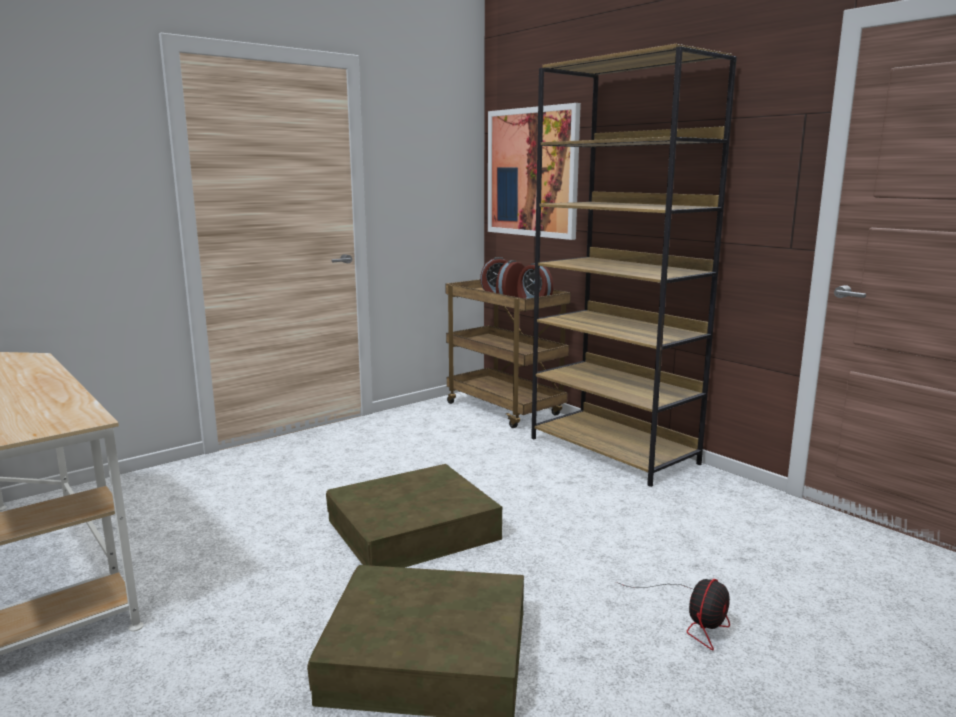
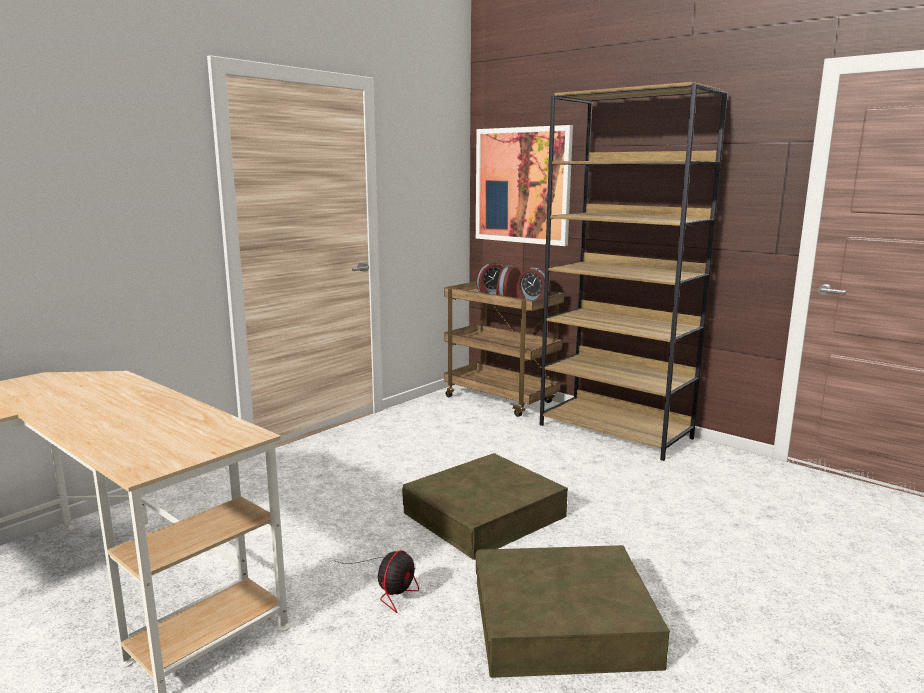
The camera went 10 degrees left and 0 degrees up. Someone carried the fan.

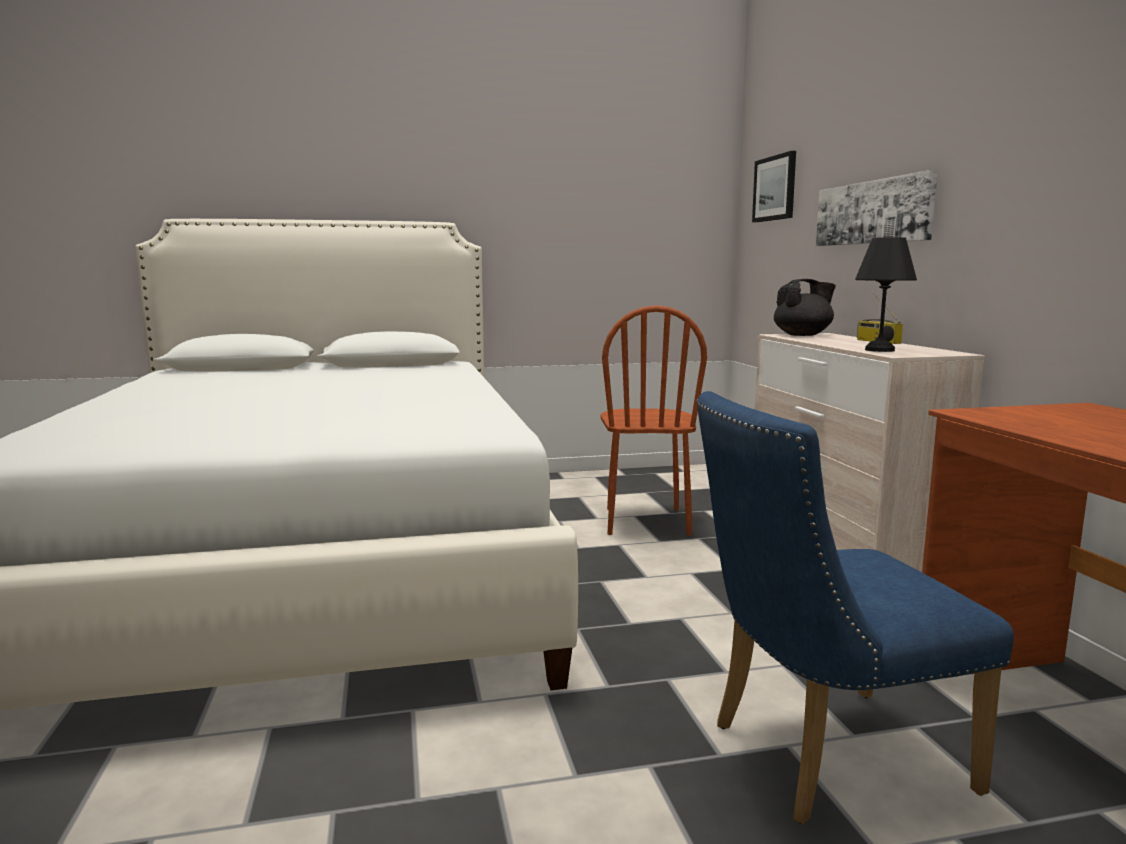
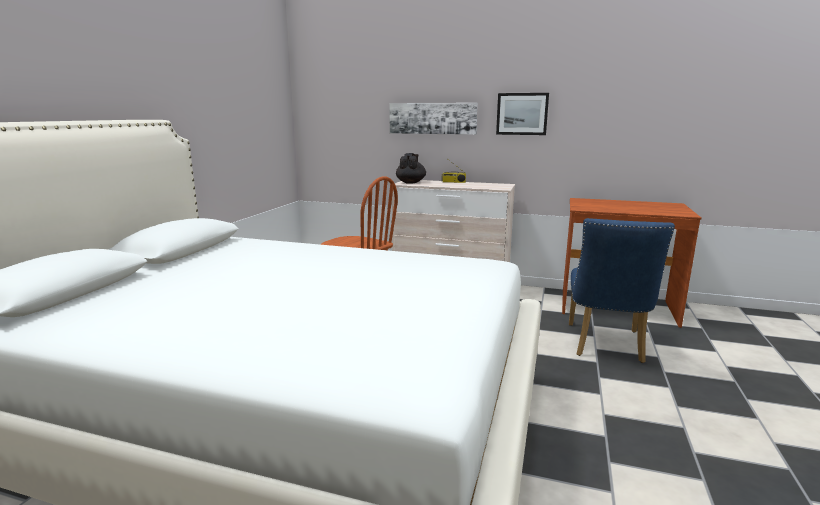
The camera went 60 degrees left and 5 degrees up. Someone carried the picture (1st from left in the first image). Someone took away the black table lamp.

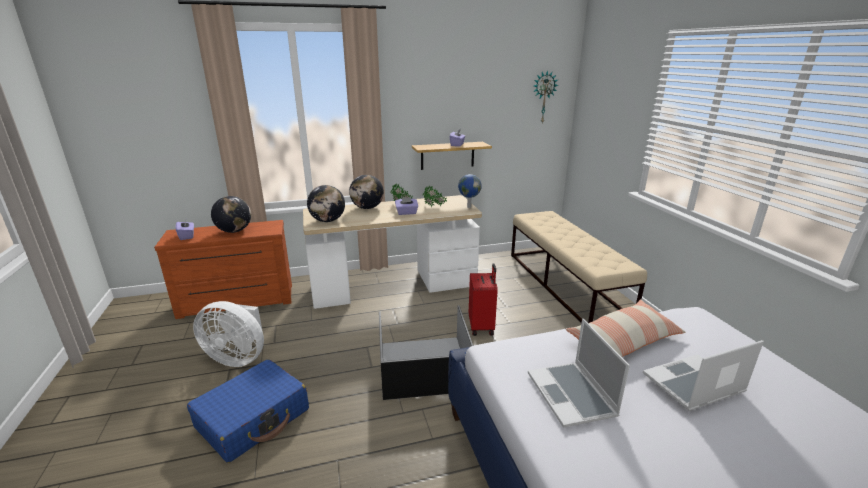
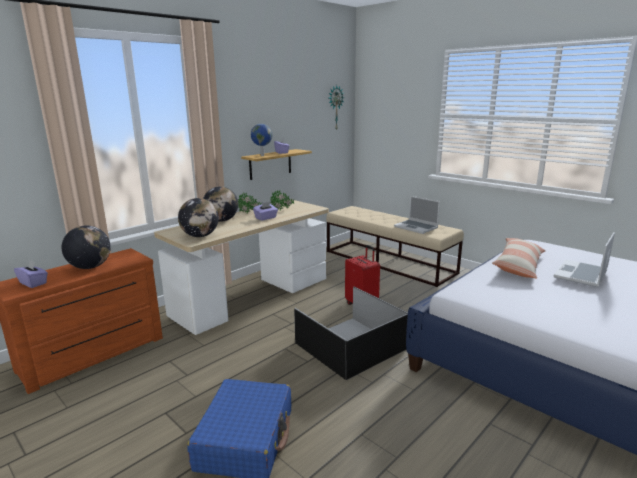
The camera went 30 degrees left and 5 degrees down. Someone carried the globe (4th from left). Someone took away the white fan. Someone carried the laptop (1st from left).

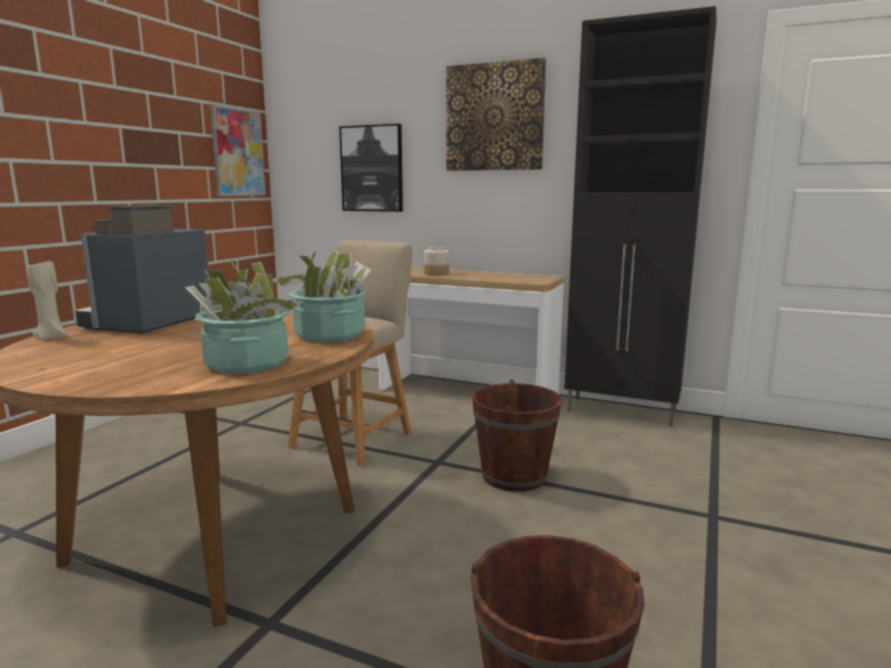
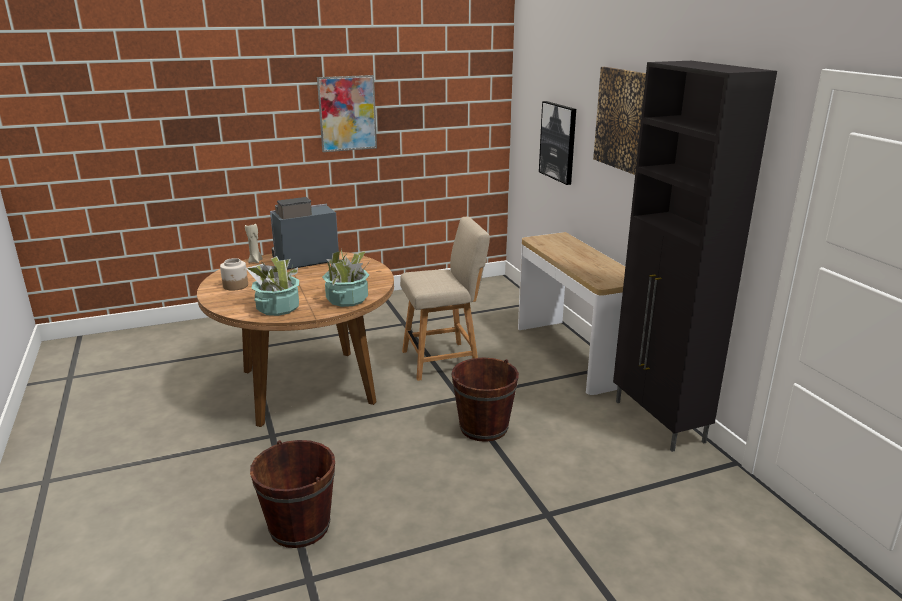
The camera went 45 degrees right and 10 degrees up. Someone carried the picture (1st from left). Someone carried the jar.

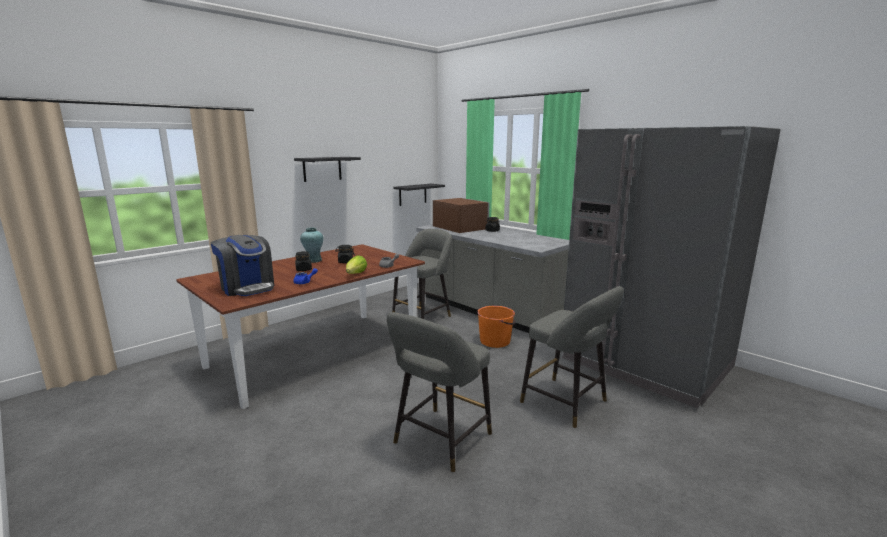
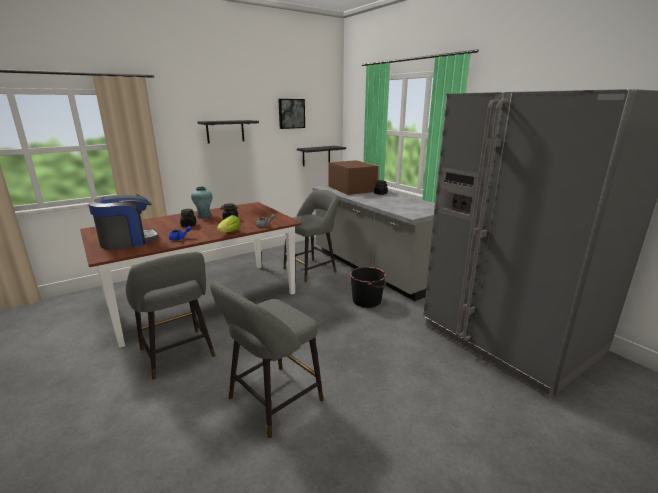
The camera went 10 degrees right and 5 degrees up. Someone rotated the coffee machine by 90 degrees counterclockwise. Someone carried the grey stool (3rd from left in the first image). Someone repainted the orange bucket, which became the black bucket. Someone put up the picture.

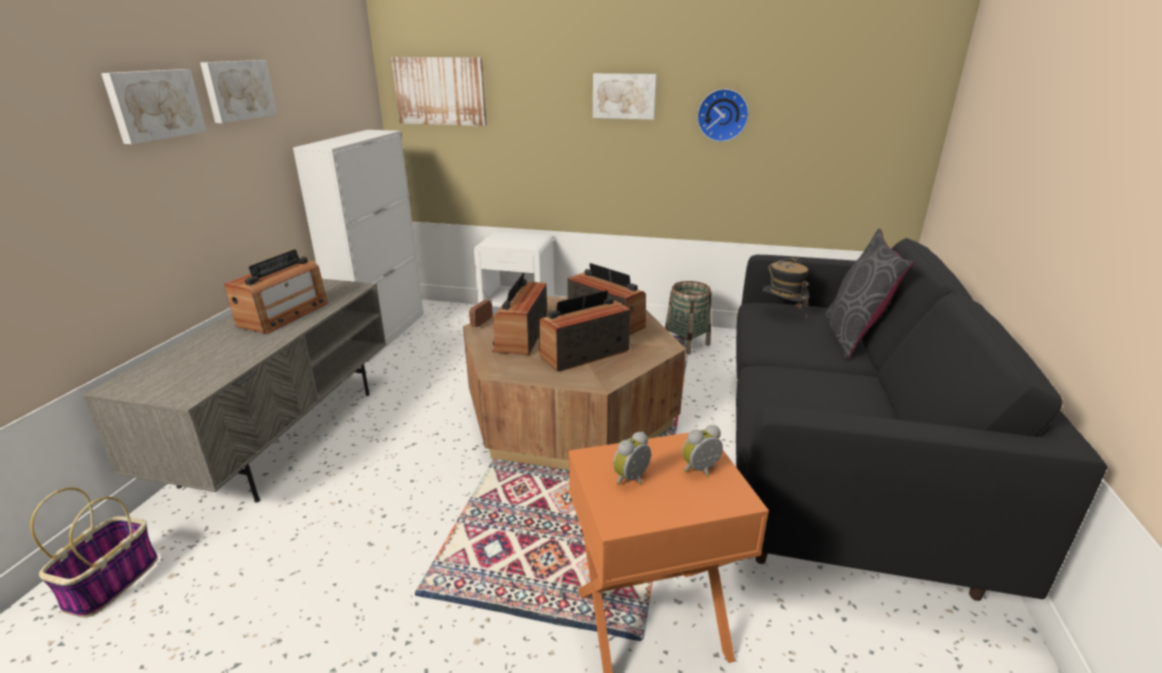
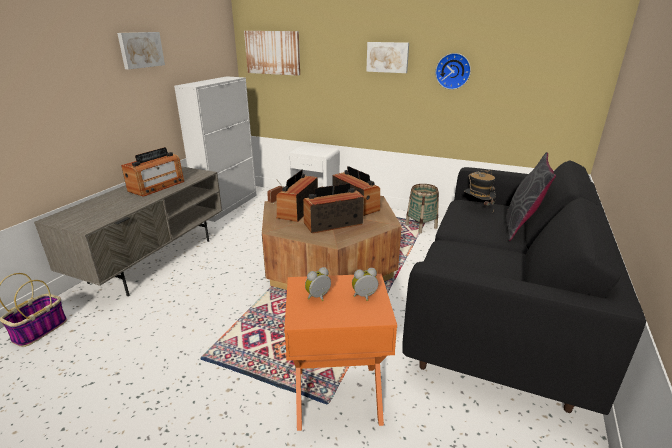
The camera went 10 degrees right and 0 degrees up. Someone took away the picture (1st from left).

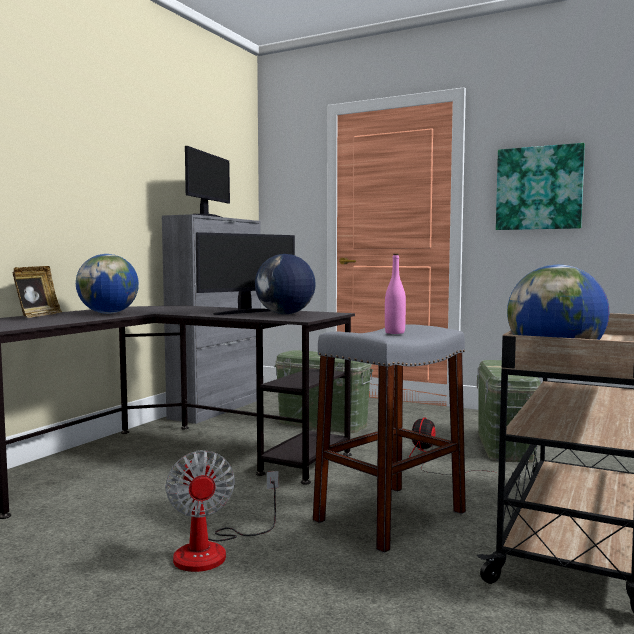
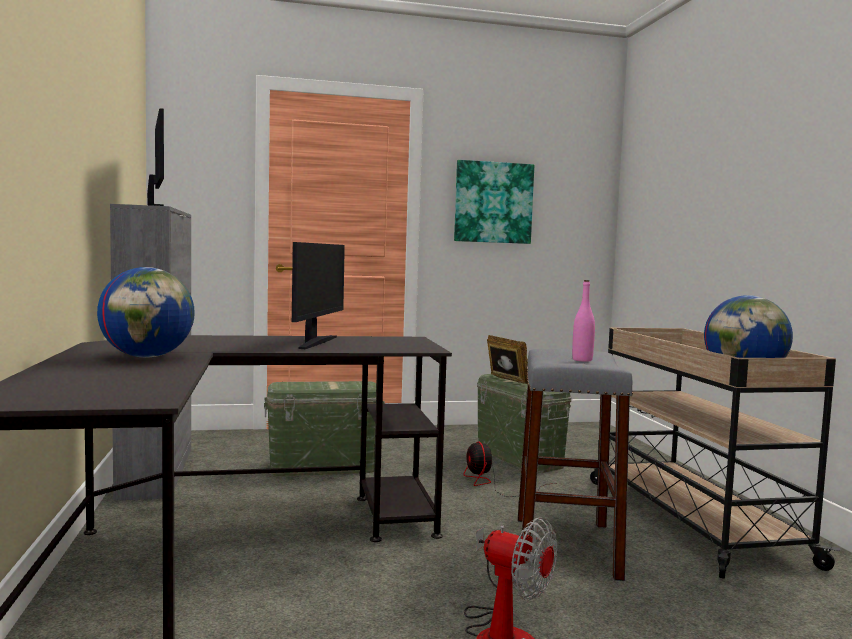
The camera went 40 degrees left and 0 degrees up. Someone took away the globe (2nd from left). Someone carried the picture frame.

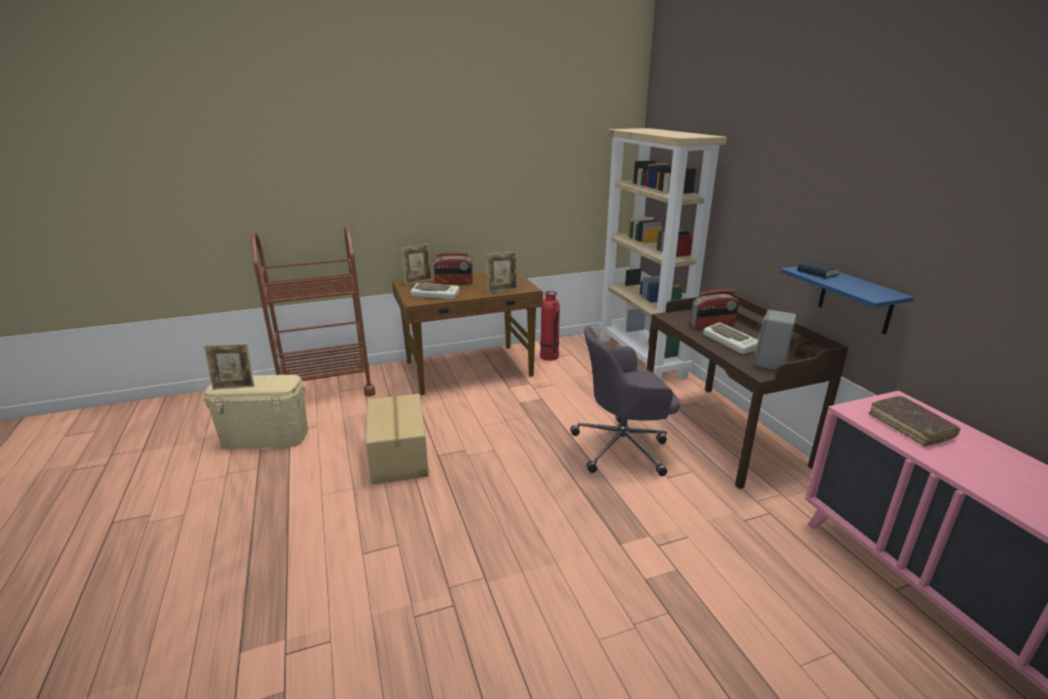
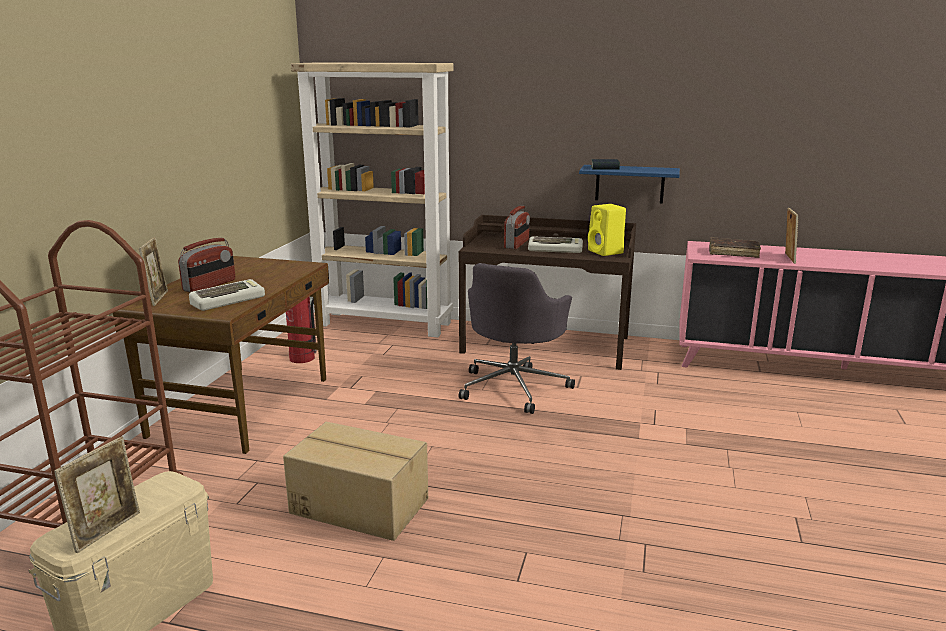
The camera went 55 degrees left and 5 degrees down. Someone carried the picture frame (3rd from left). Someone repainted the grey speaker, which became the yellow speaker.

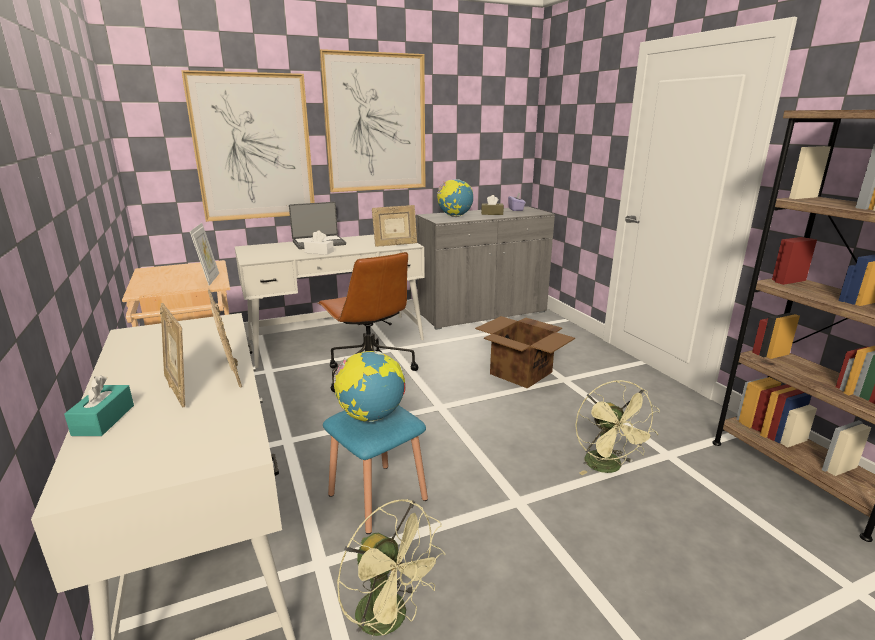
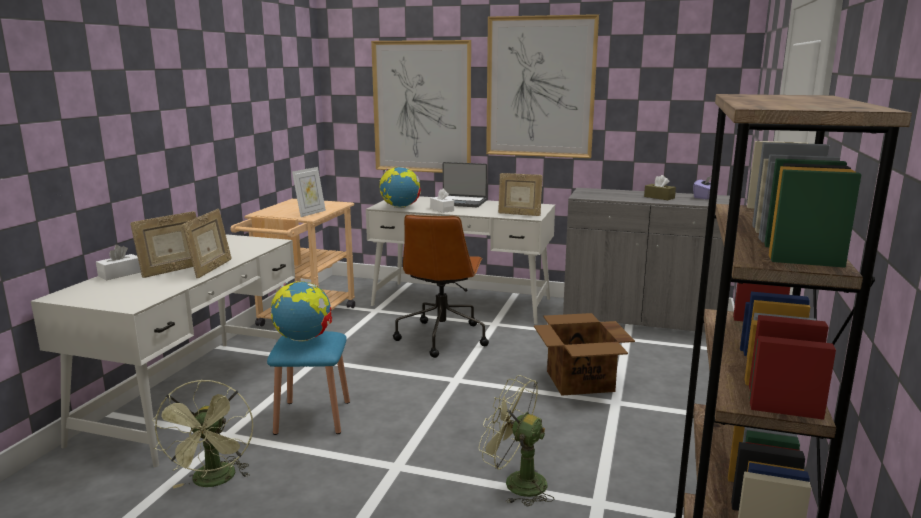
The camera went 40 degrees right and 5 degrees down. Someone carried the globe (2nd from left). Someone rotated the picture frame (1st from left) by 135 degrees counterclockwise. Someone repainted the turquoise tissue box, which became the white tissue box (1st from left). Someone rotated the green fan (2nd from left) by 90 degrees clockwise.

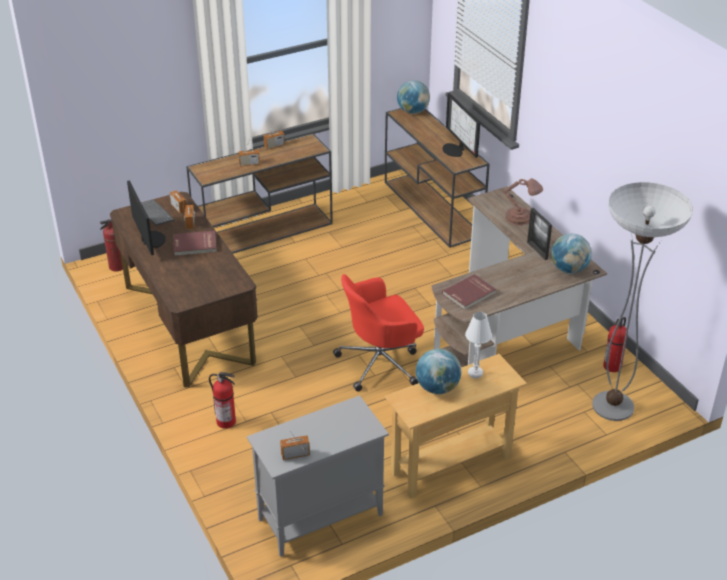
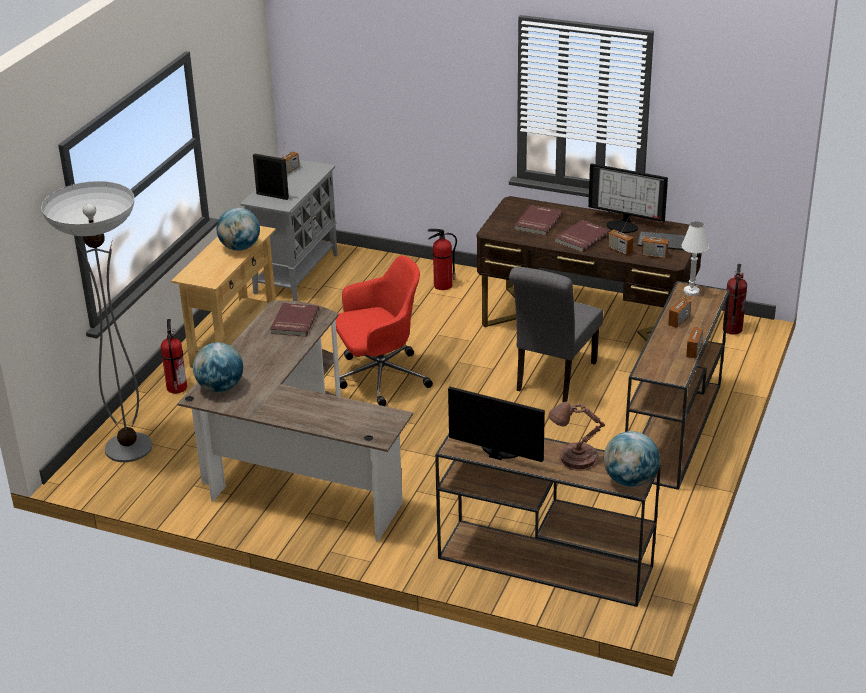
The camera went 140 degrees right and 5 degrees down. Someone carried the brown table lamp. Someone carried the picture frame. Someone rotated the red office chair by 45 degrees clockwise. Someone carried the white table lamp. Someone carried the fire extinguisher (3rd from left in the first image). Someone put down the red book (2nd from left). Someone put down the grey chair.

